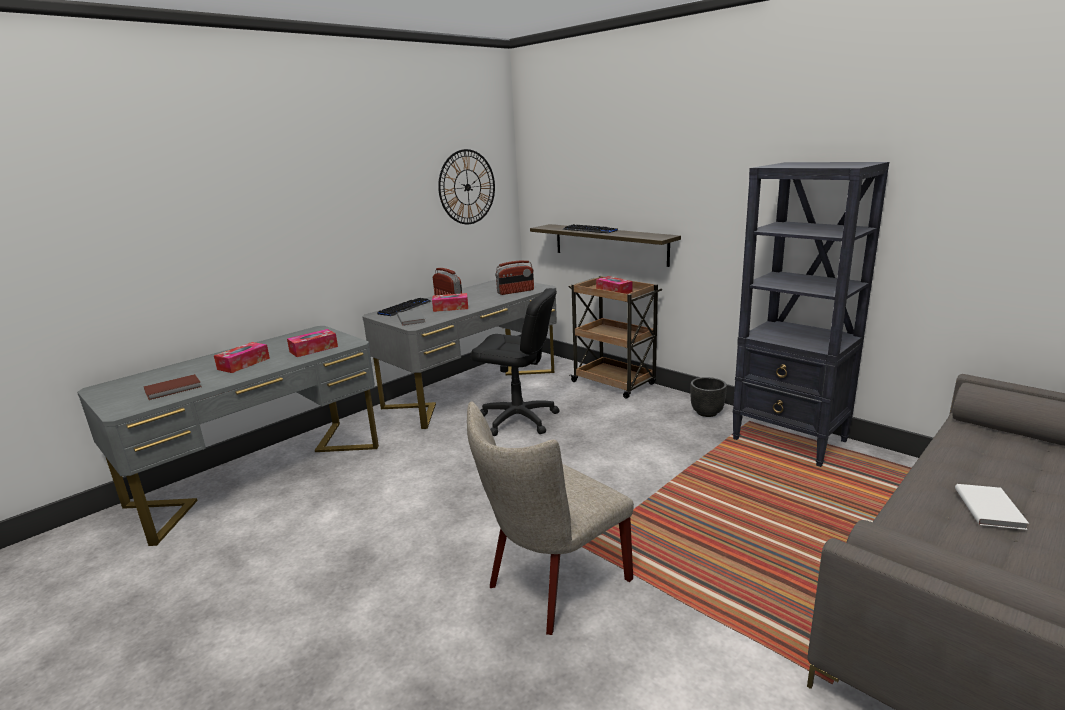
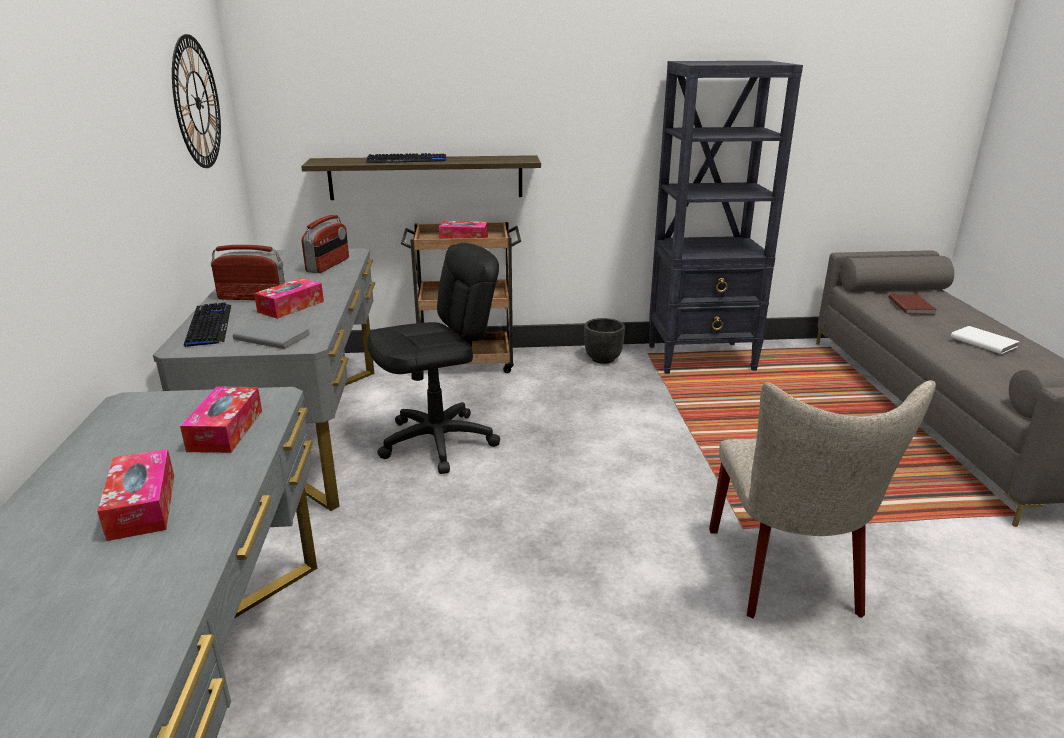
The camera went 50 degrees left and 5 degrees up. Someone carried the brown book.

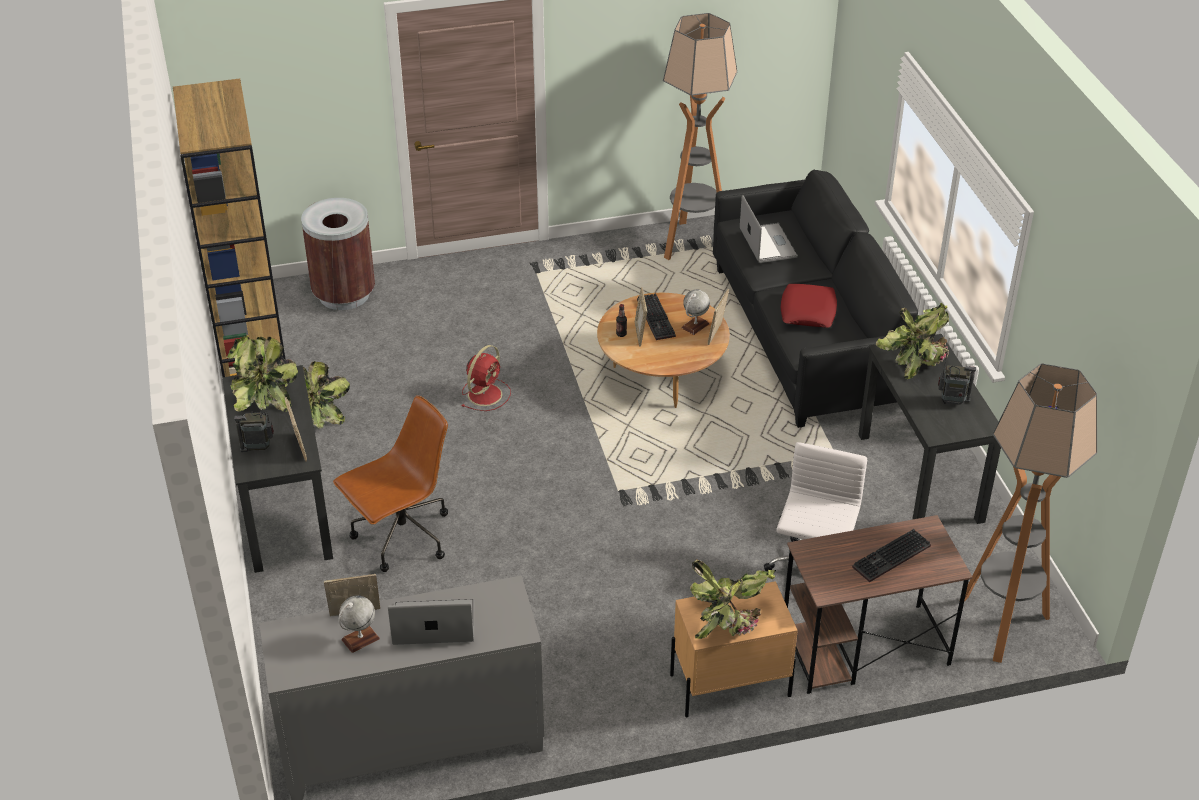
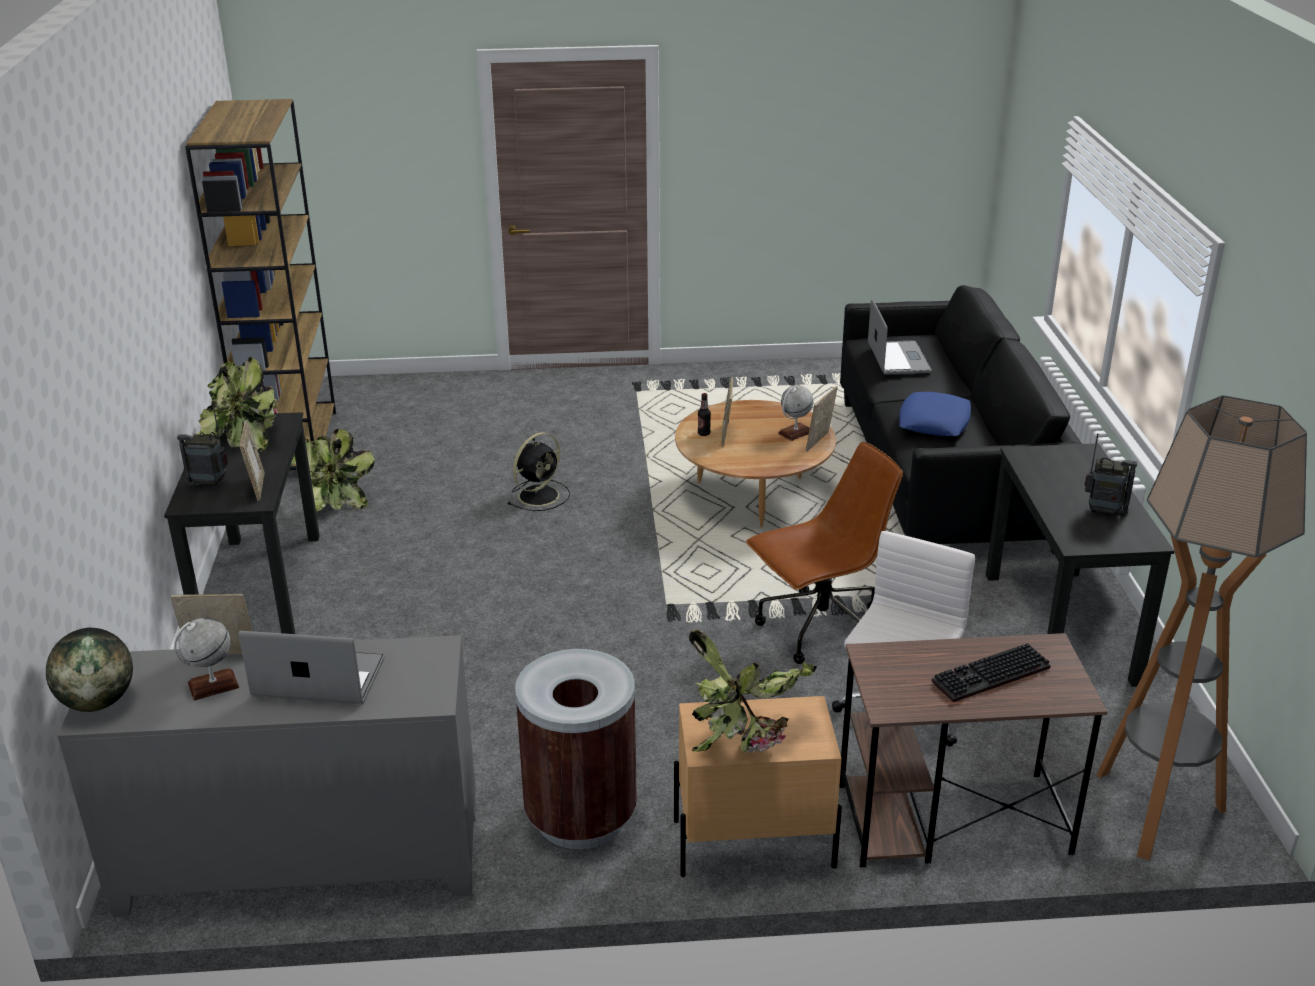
The camera went 10 degrees right and 10 degrees down. Someone took away the floor lamp (1st from left). Someone carried the brown trash can. Someone repainted the red pillow, which became the blue pillow. Someone took away the keyboard (1st from left). Someone took away the potted plant (4th from left). Someone repainted the red fan, which became the black fan. Someone carried the brown office chair. Someone put down the globe (1st from left).

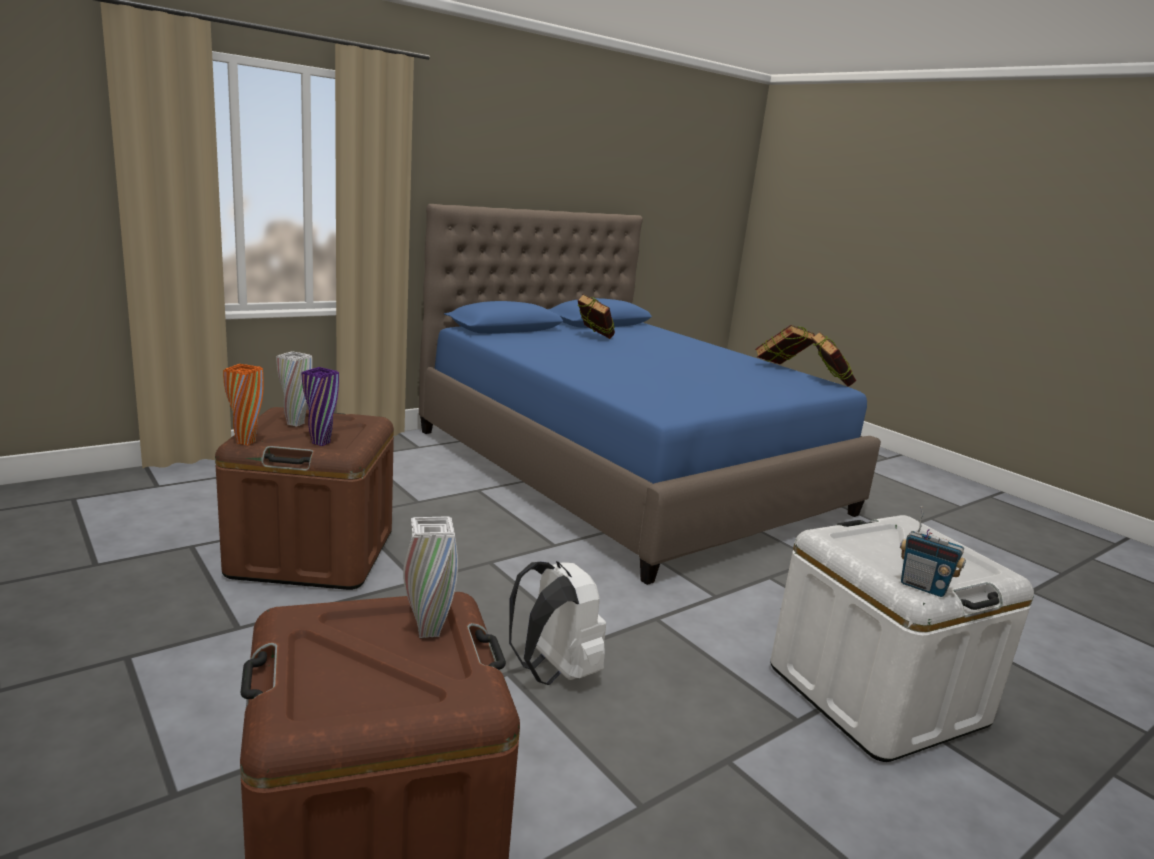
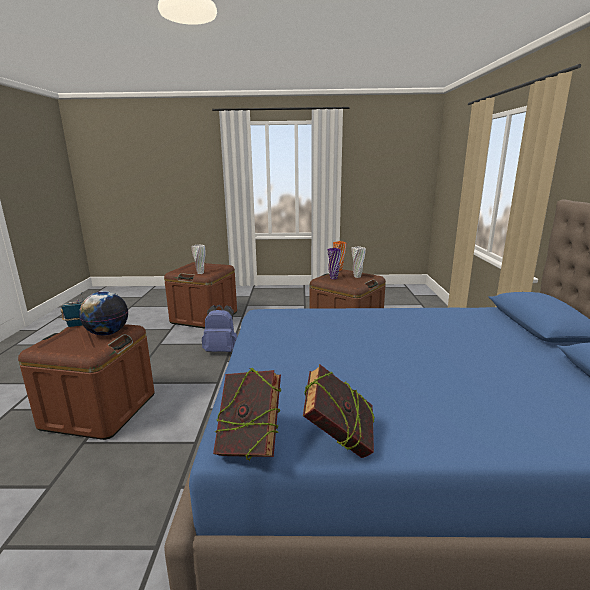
The camera went 130 degrees right and 0 degrees up. Someone took away the book (1st from left). Someone repainted the white storage box, which became the brown storage box (1st from left). Someone repainted the white backpack, which became the blue backpack. Someone put down the globe.

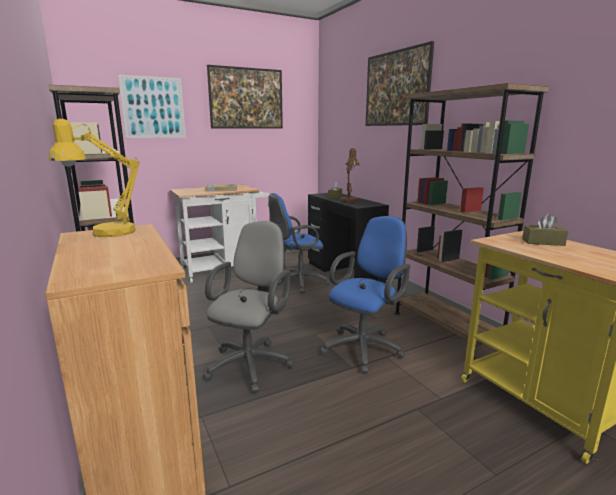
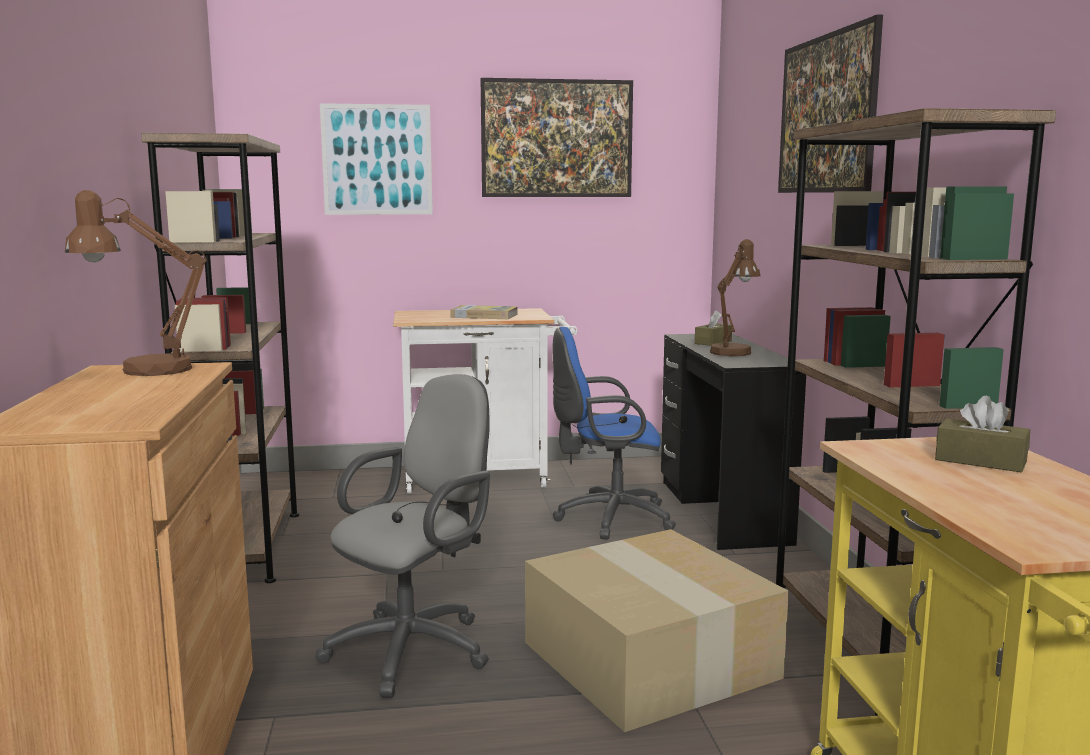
The camera went 20 degrees right and 5 degrees down. Someone repainted the yellow table lamp, which became the brown table lamp (1st from left). Someone swapped the blue office chair (2nd from left) for the cardboard box.

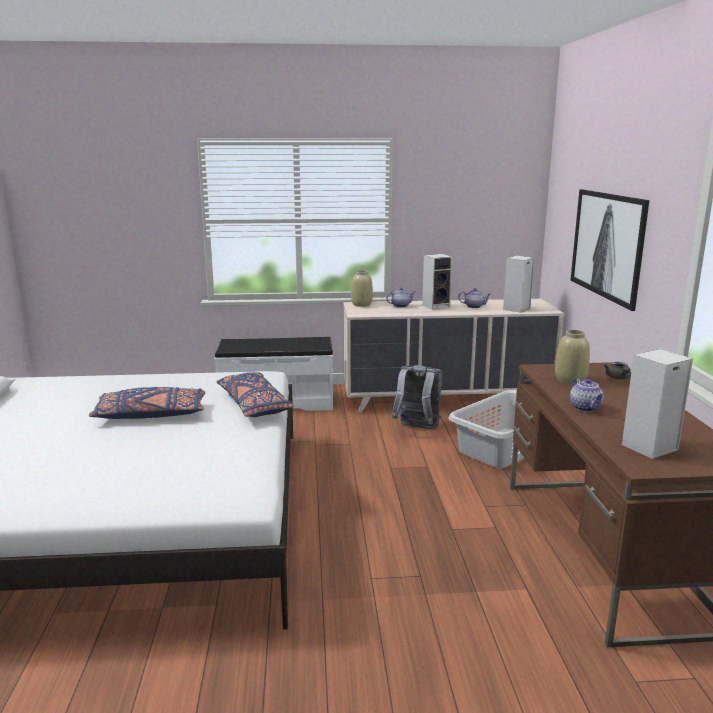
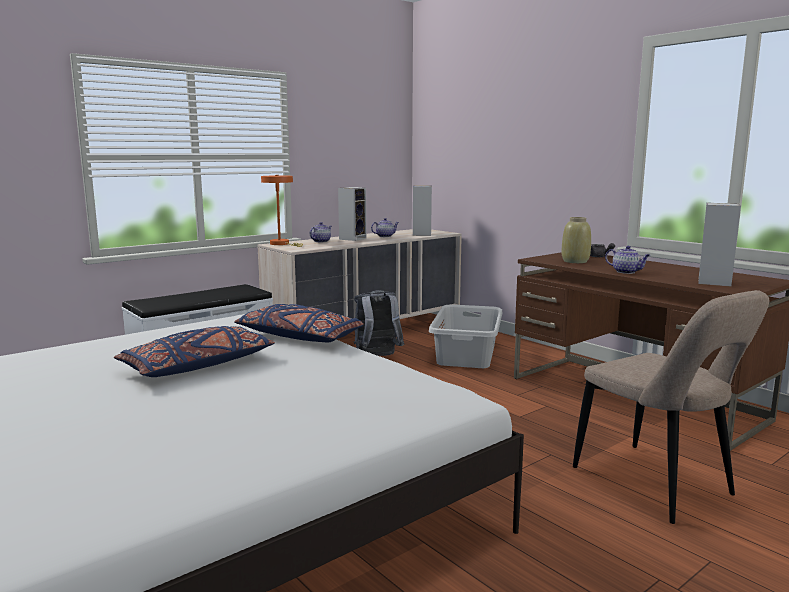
The camera went 35 degrees left and 5 degrees down. Someone took away the picture. Someone swapped the beige vase (1st from left) for the orange table lamp. Someone put down the beige chair.

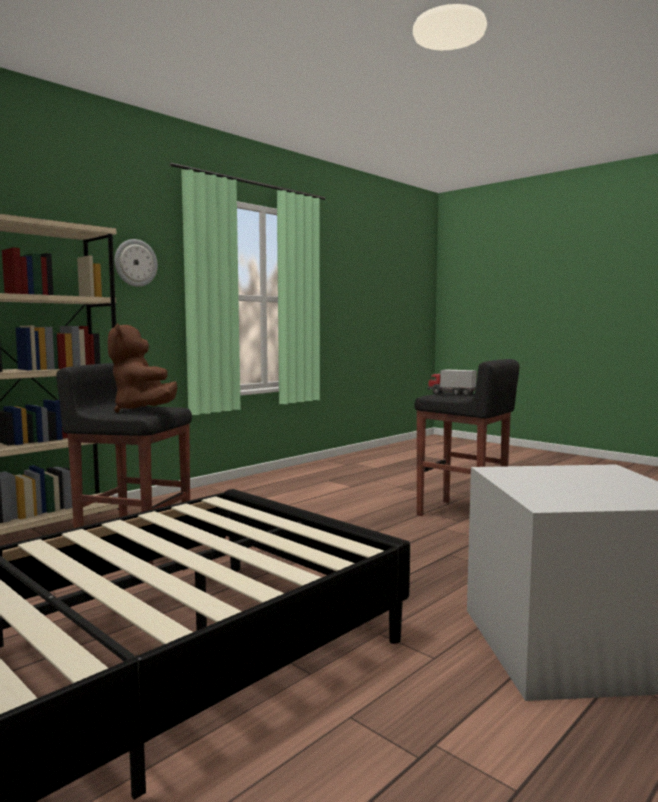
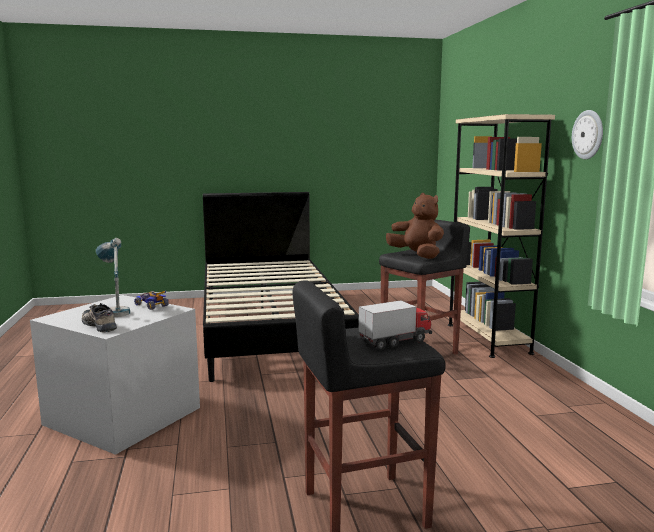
The camera went 125 degrees right and 5 degrees up. Someone rotated the brown plush toy by 45 degrees clockwise. Someone put down the table lamp. Someone put down the toy car. Someone put down the shoe.

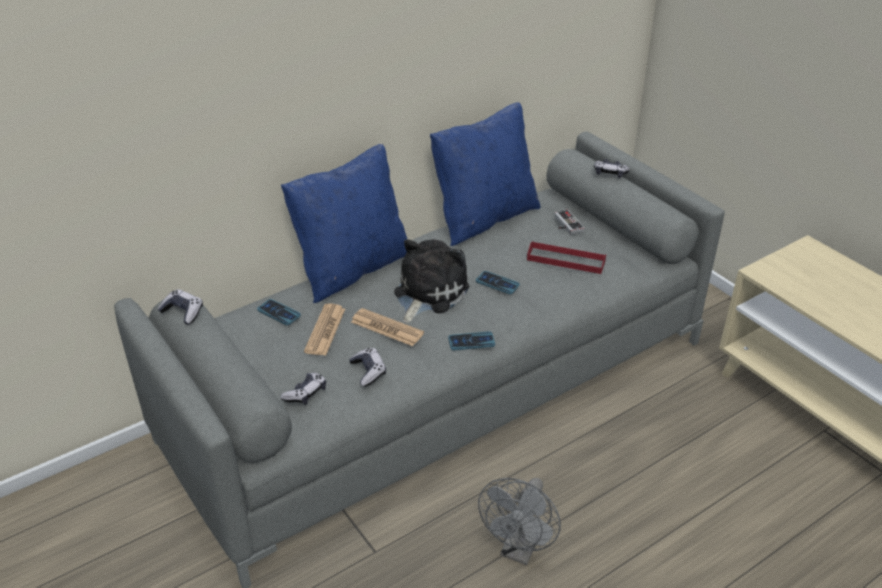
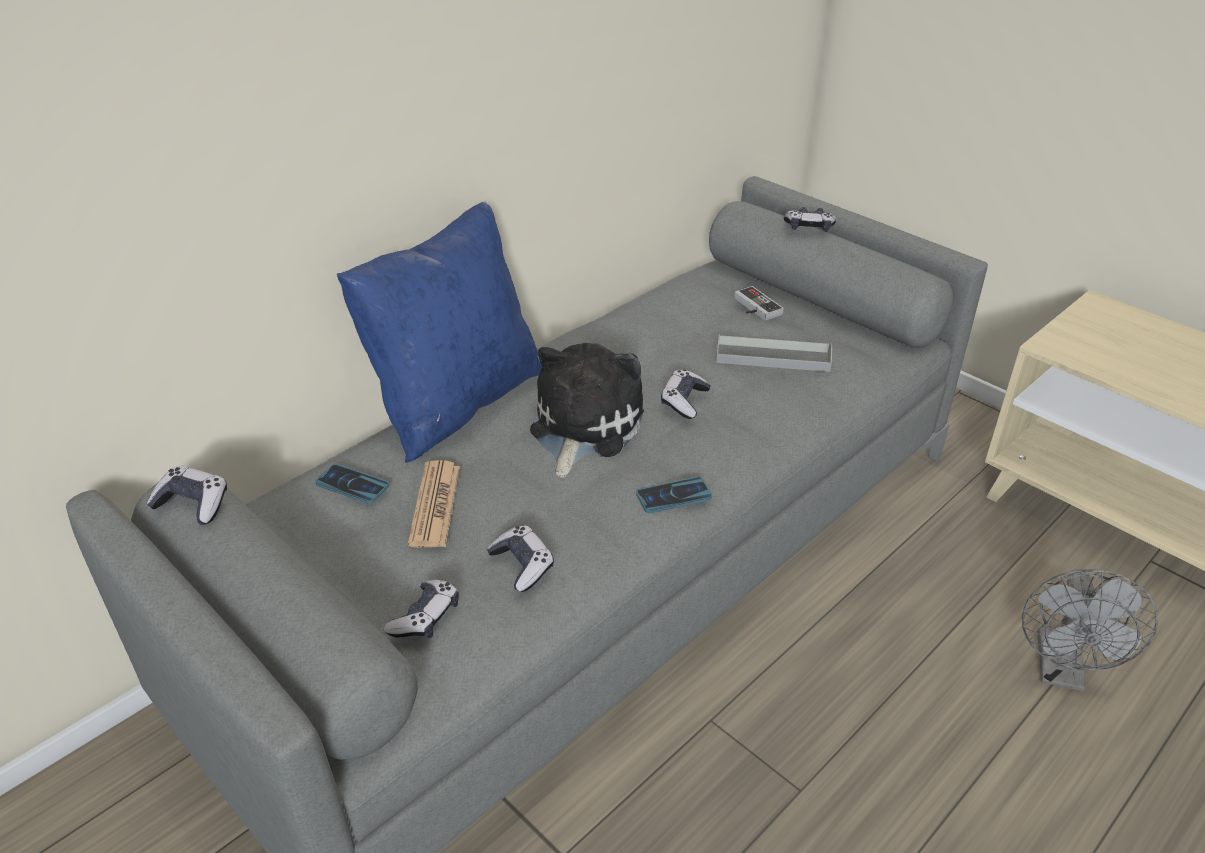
The camera went 10 degrees left and 0 degrees up. Someone took away the blue pillow (2nd from left). Someone repainted the red tray, which became the grey tray. Someone swapped the phone (3rd from left) for the game controller (4th from left). Someone took away the newspaper (2nd from left). Someone carried the grey fan.

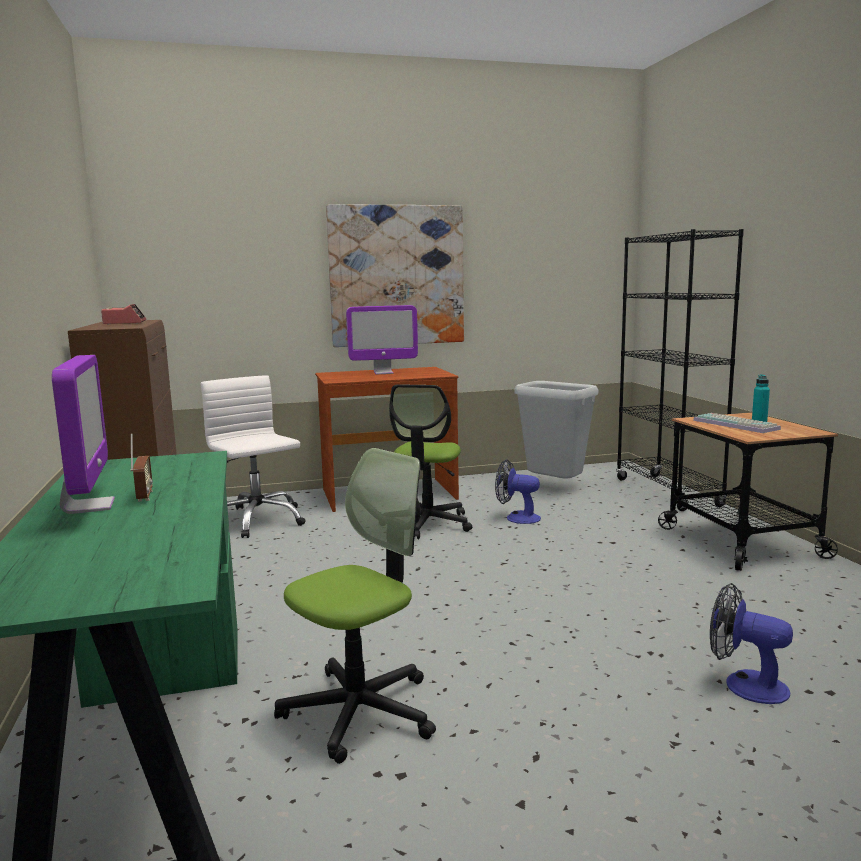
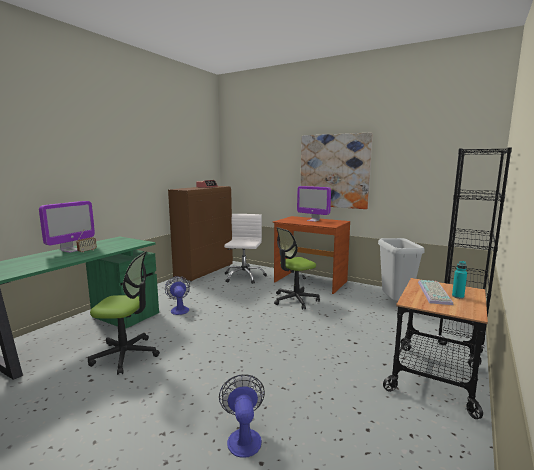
The camera went 45 degrees right and 0 degrees up. Someone carried the fan (1st from left).

